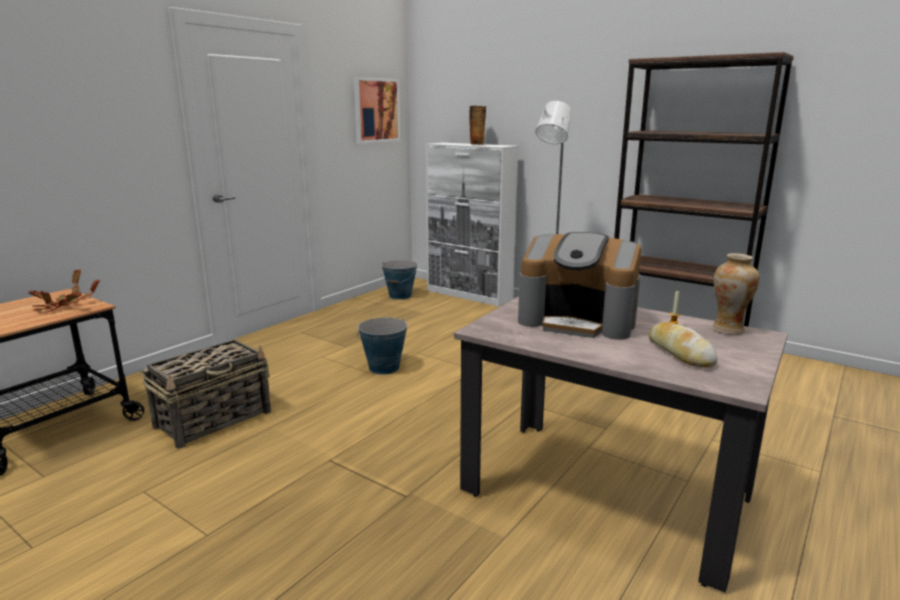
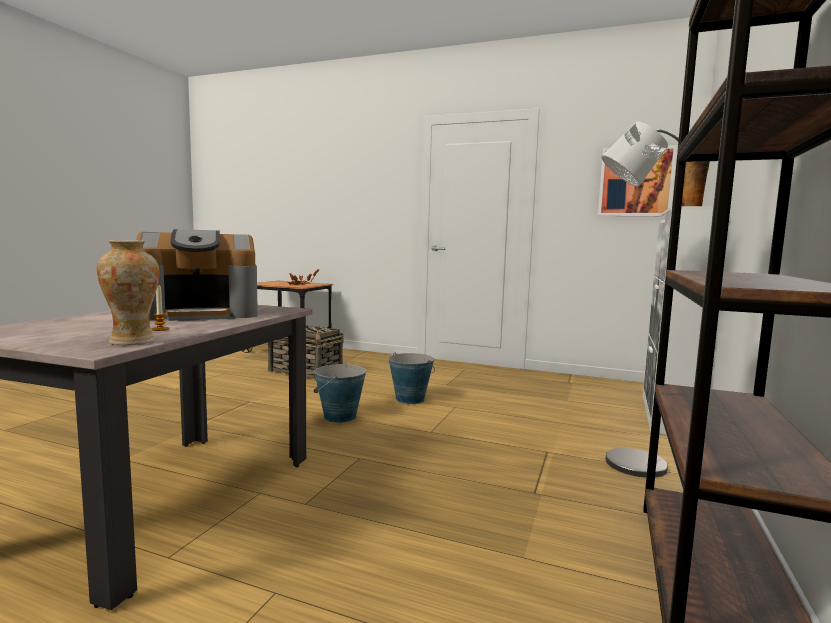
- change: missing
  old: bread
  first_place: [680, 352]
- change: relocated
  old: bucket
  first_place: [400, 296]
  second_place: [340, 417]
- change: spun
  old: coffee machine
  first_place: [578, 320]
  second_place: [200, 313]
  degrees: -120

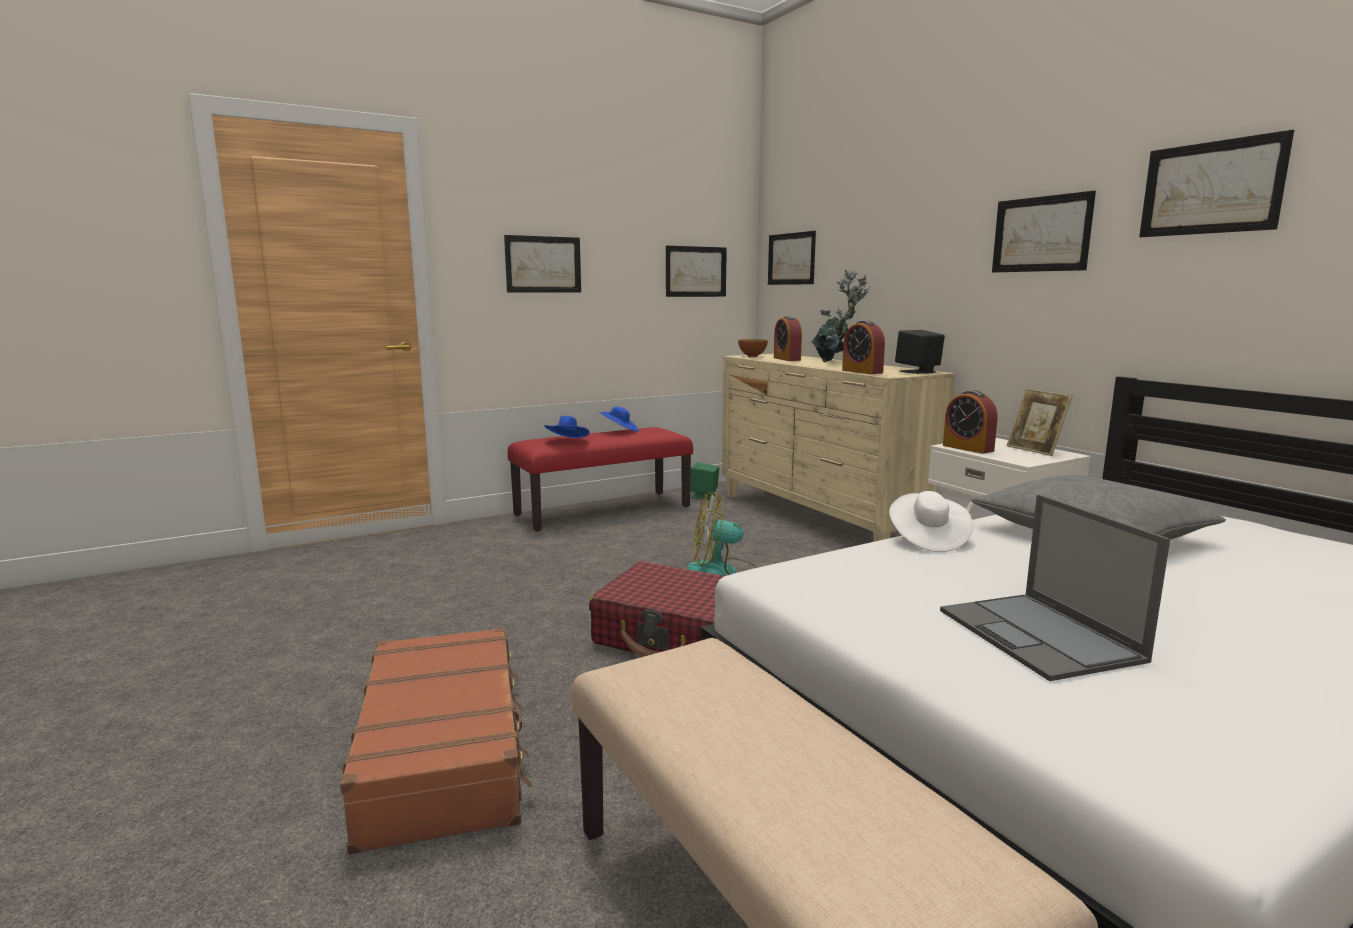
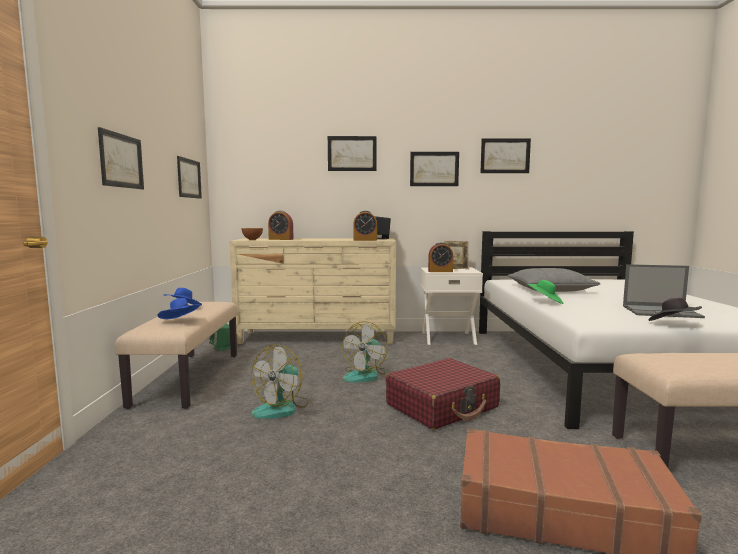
- change: missing
  old: potted plant
  first_place: [834, 362]
- change: appeared
  new: fan
  second_place: [282, 408]
- change: appeared
  new: black hat
  second_place: [673, 324]
- change: relocated
  old: picture
  first_place: [791, 259]
  second_place: [352, 153]
- change: colour
  old: red bench
  new: beige bench
  first_place: [603, 510]
  second_place: [188, 378]
- change: colour
  old: white hat
  new: green hat
  first_place: [927, 539]
  second_place: [545, 302]

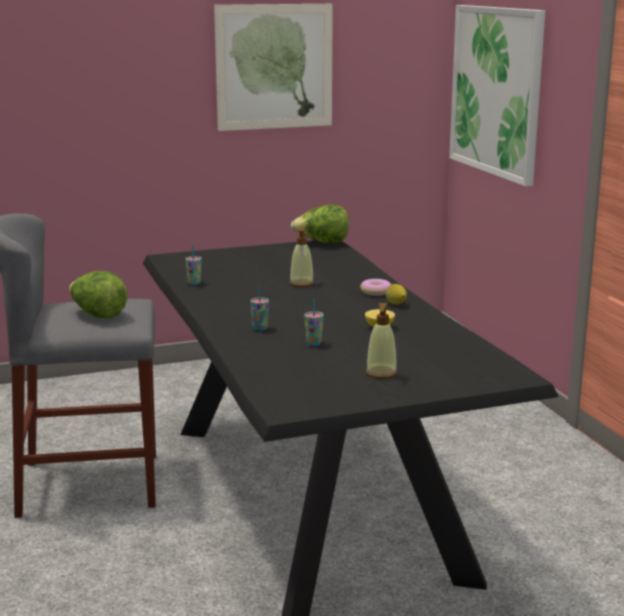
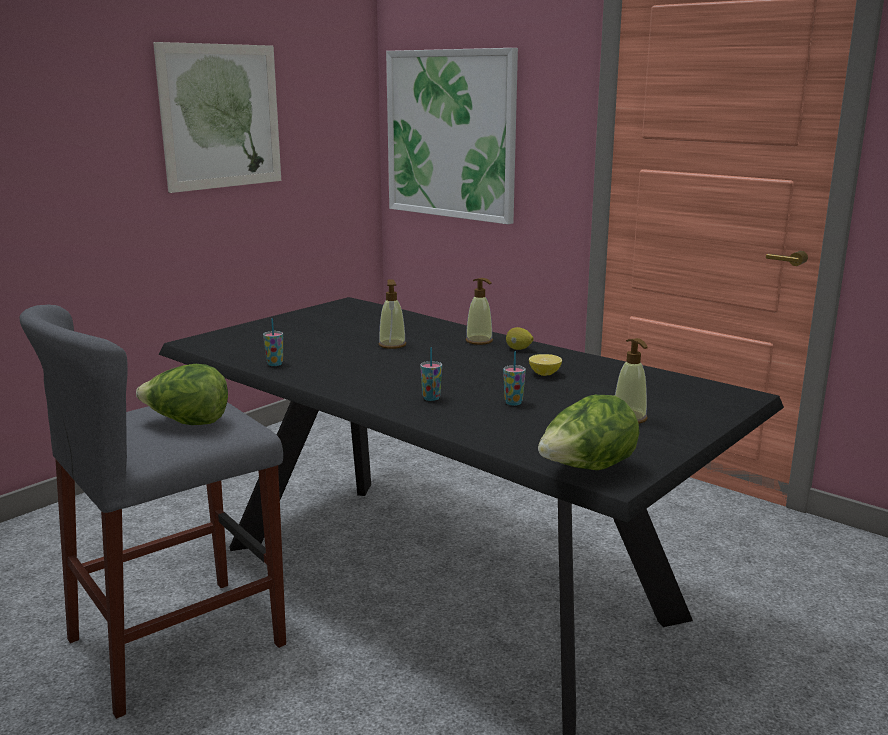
- change: relocated
  old: lettuce
  first_place: [322, 243]
  second_place: [586, 470]
- change: exchanged
  old: donut
  new: soap dispenser
  first_place: [376, 292]
  second_place: [479, 341]

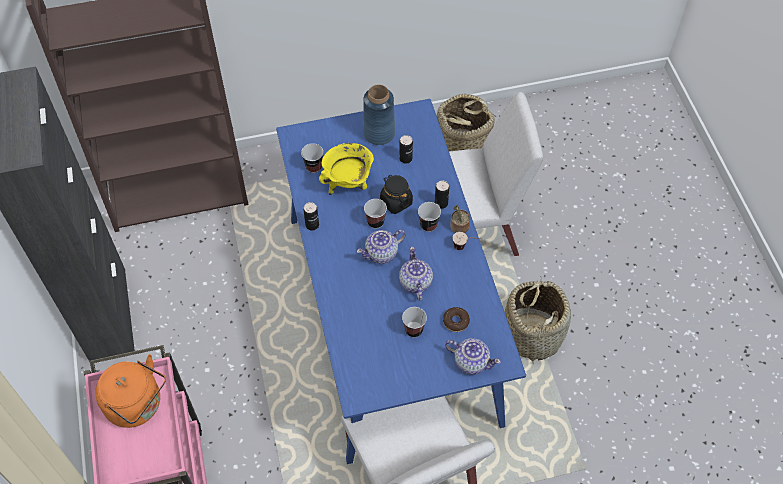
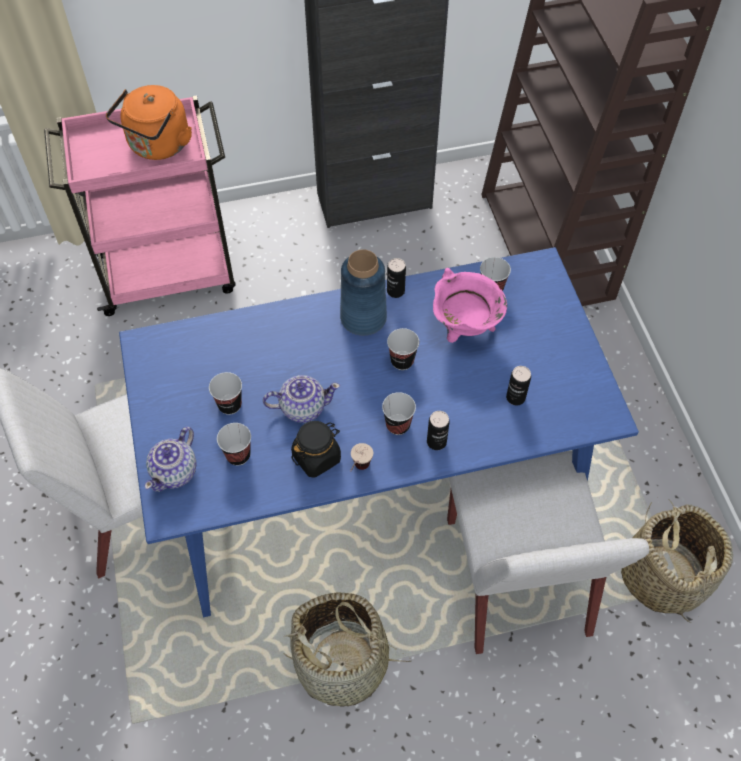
- change: missing
  old: teapot
  first_place: [382, 253]
- change: missing
  old: potted plant
  first_place: [458, 227]
- change: relocated
  old: blue vase
  first_place: [379, 133]
  second_place: [363, 318]
- change: relocated
  old: black jar
  first_place: [396, 202]
  second_place: [317, 457]
- change: exchanged
  old: donut
  new: cup
  first_place: [456, 321]
  second_place: [238, 455]
- change: colour
  old: yellow cooking pot
  new: pink cooking pot
  first_place: [348, 184]
  second_place: [464, 329]

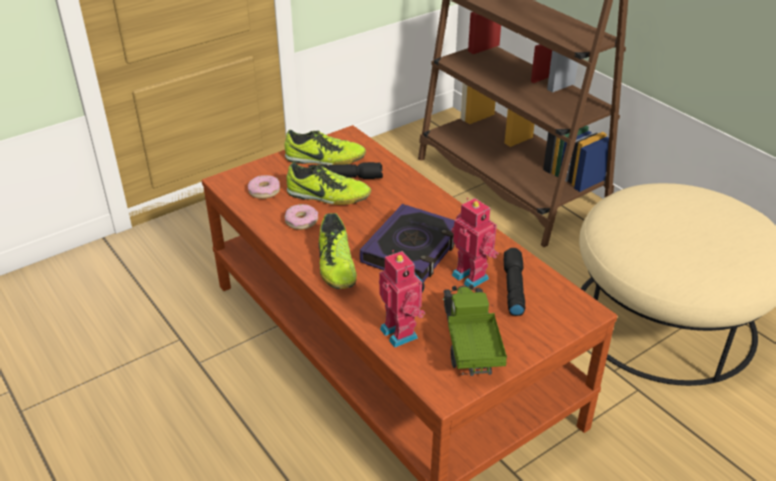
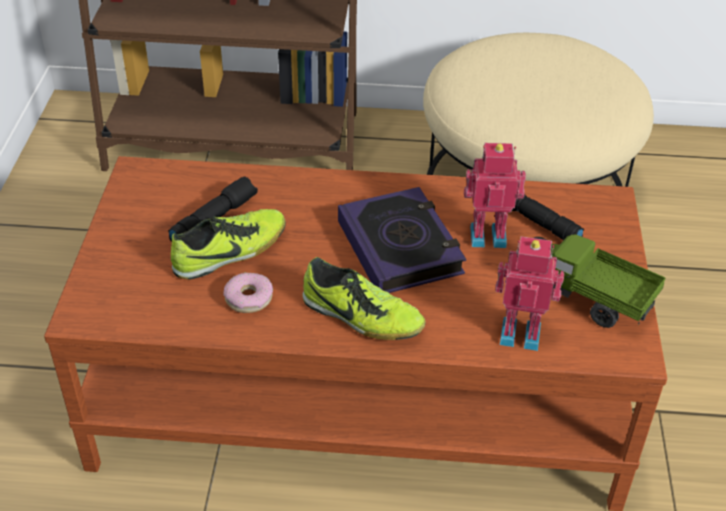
- change: missing
  old: donut
  first_place: [264, 191]
- change: missing
  old: shoe
  first_place: [325, 160]

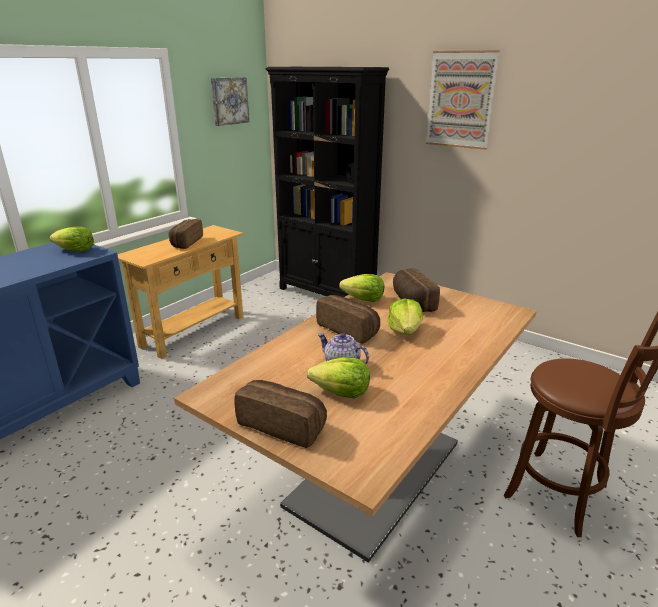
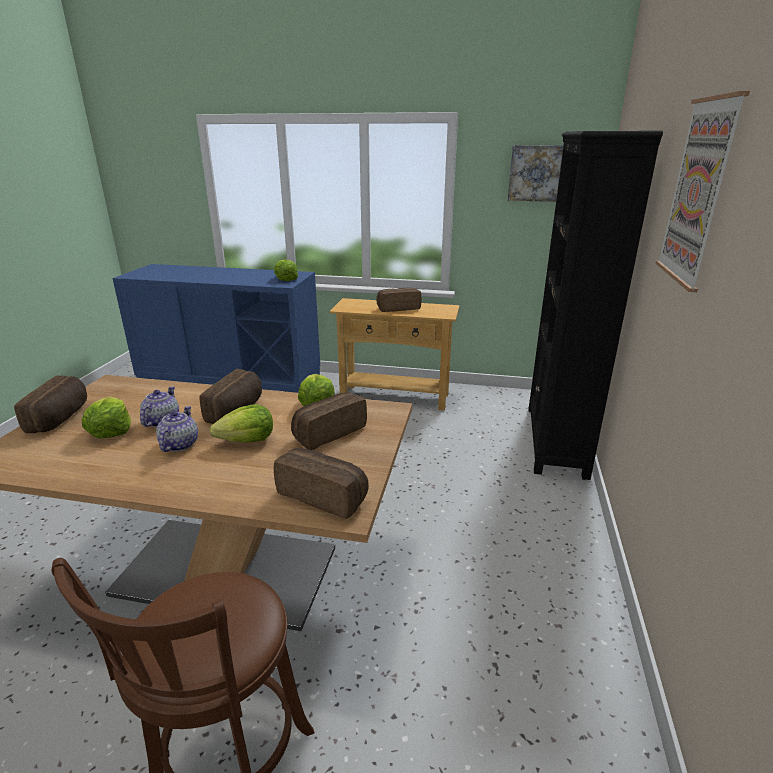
- change: appeared
  new: teapot
  second_place: [179, 444]
- change: appeared
  new: bread
  second_place: [324, 495]

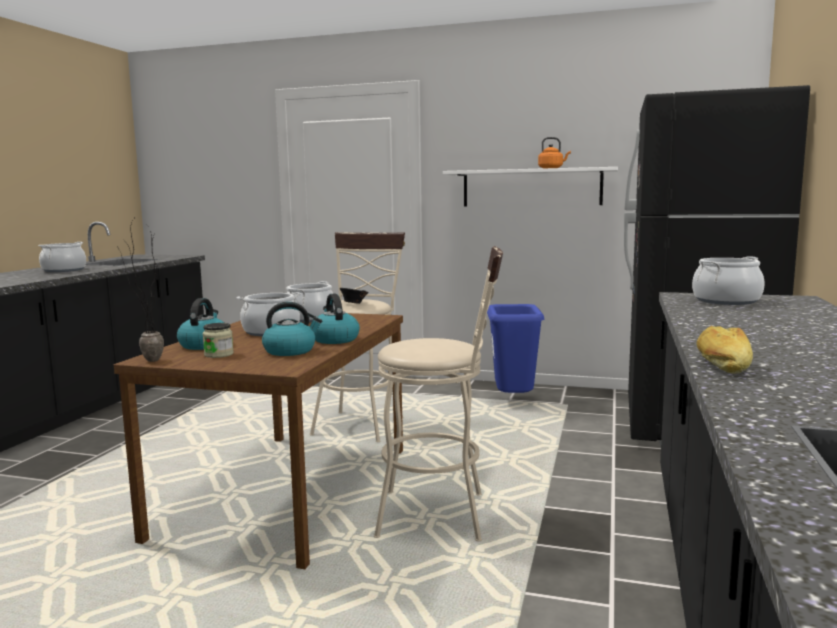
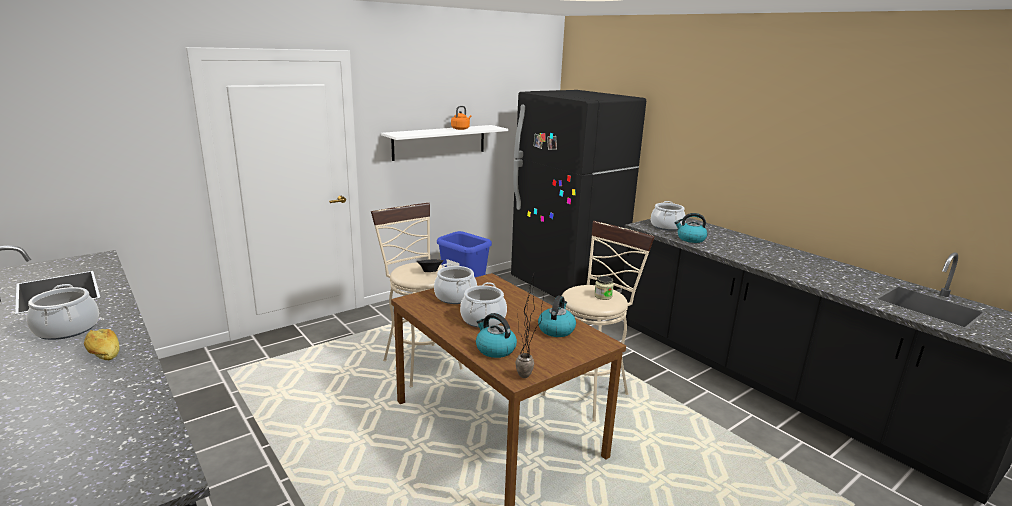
- change: relocated
  old: jar
  first_place: [219, 354]
  second_place: [603, 296]
- change: relocated
  old: kettle
  first_place: [334, 339]
  second_place: [690, 239]
- change: relocated
  old: bread
  first_place: [721, 365]
  second_place: [103, 352]

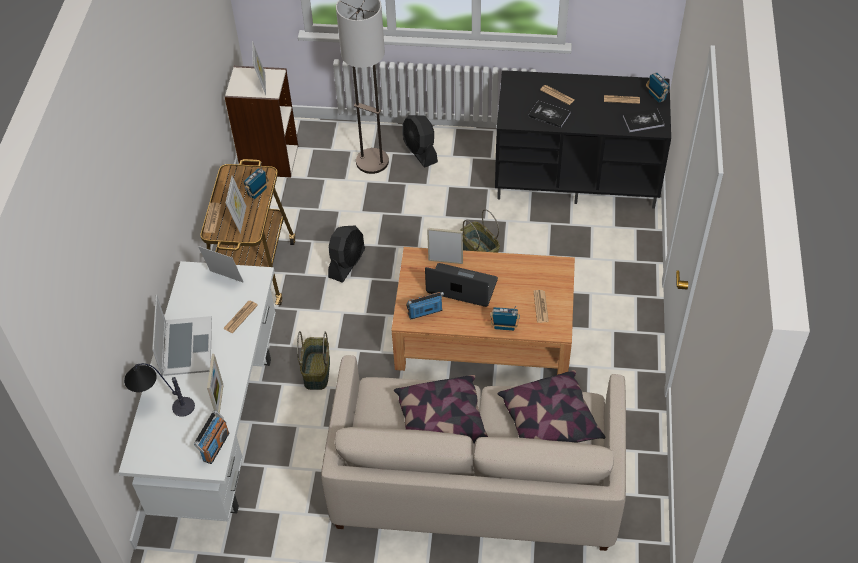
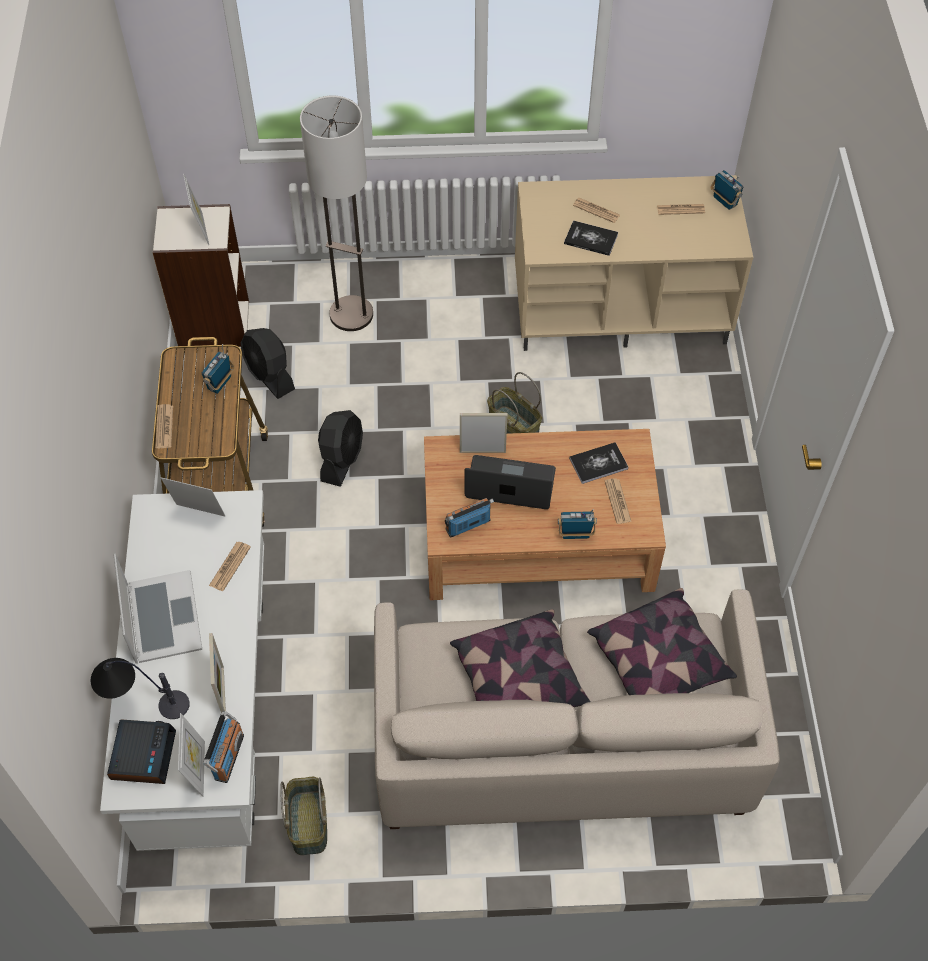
- change: appeared
  new: alarm clock
  second_place: [142, 754]
- change: relocated
  old: picture frame
  first_place: [239, 219]
  second_place: [197, 769]
- change: relocated
  old: basket
  first_place: [316, 371]
  second_place: [307, 822]
- change: relocated
  old: black fan
  first_place: [420, 151]
  second_place: [269, 375]
- change: relocated
  old: book
  first_place: [643, 121]
  second_place: [598, 463]
- change: colour
  old: black tv stand
  new: beige tv stand
  first_place: [578, 175]
  second_place: [621, 308]

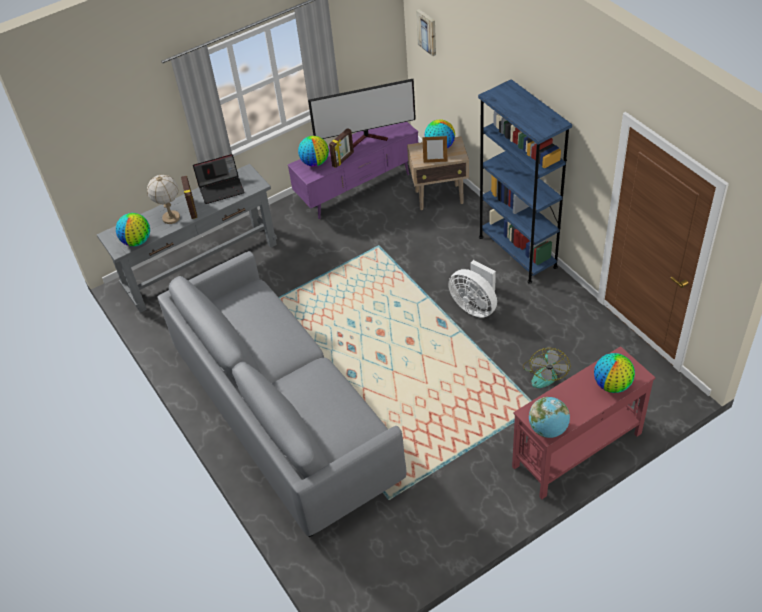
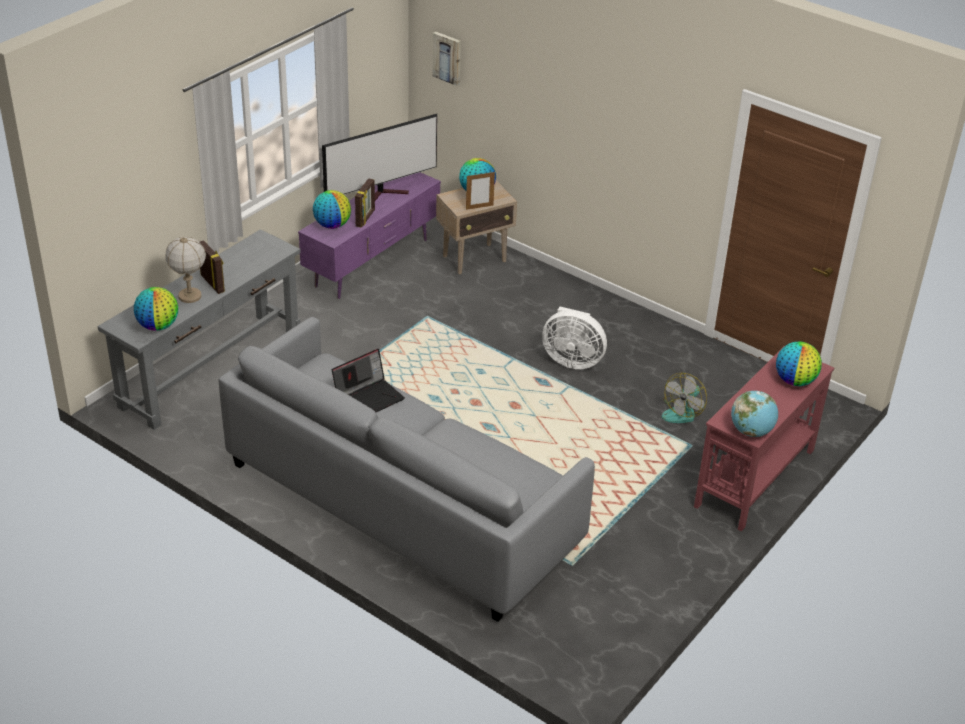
- change: missing
  old: blue bookcase
  first_place: [517, 252]
- change: relocated
  old: laptop
  first_place: [221, 188]
  second_place: [369, 398]
- change: spun
  old: fan
  first_place: [544, 373]
  second_place: [683, 412]
  degrees: 45

